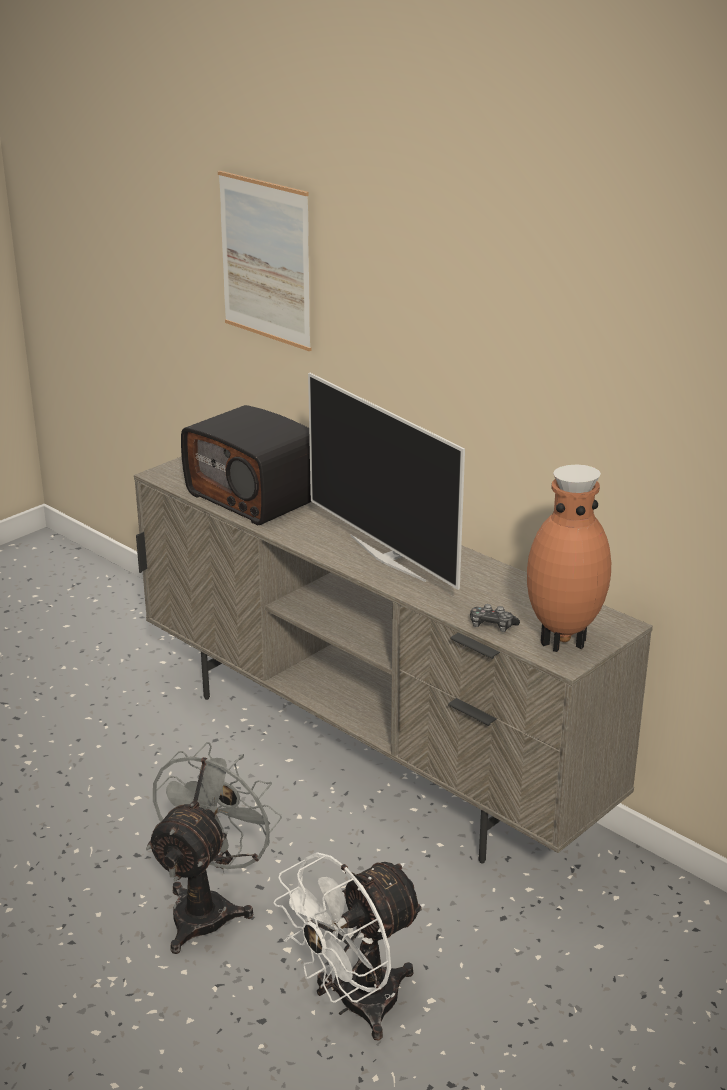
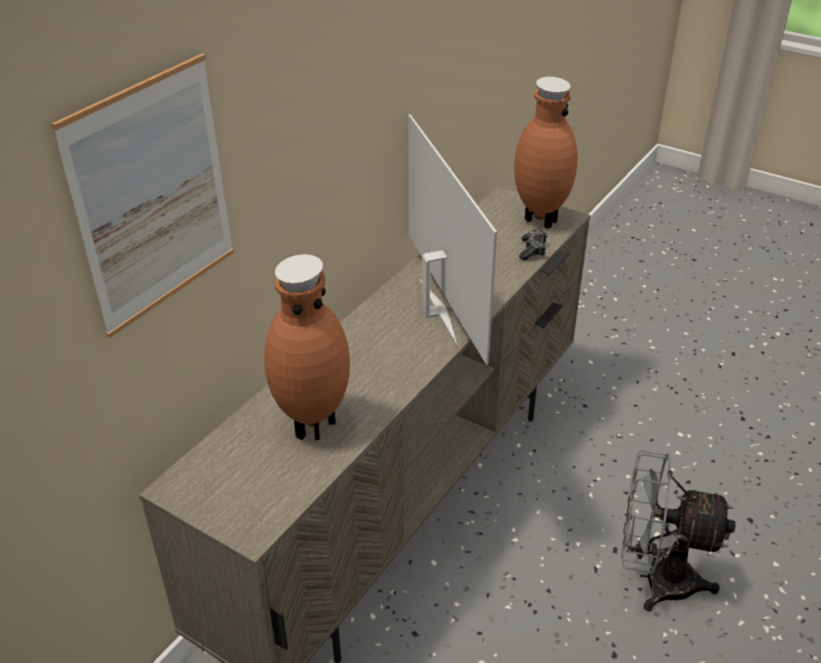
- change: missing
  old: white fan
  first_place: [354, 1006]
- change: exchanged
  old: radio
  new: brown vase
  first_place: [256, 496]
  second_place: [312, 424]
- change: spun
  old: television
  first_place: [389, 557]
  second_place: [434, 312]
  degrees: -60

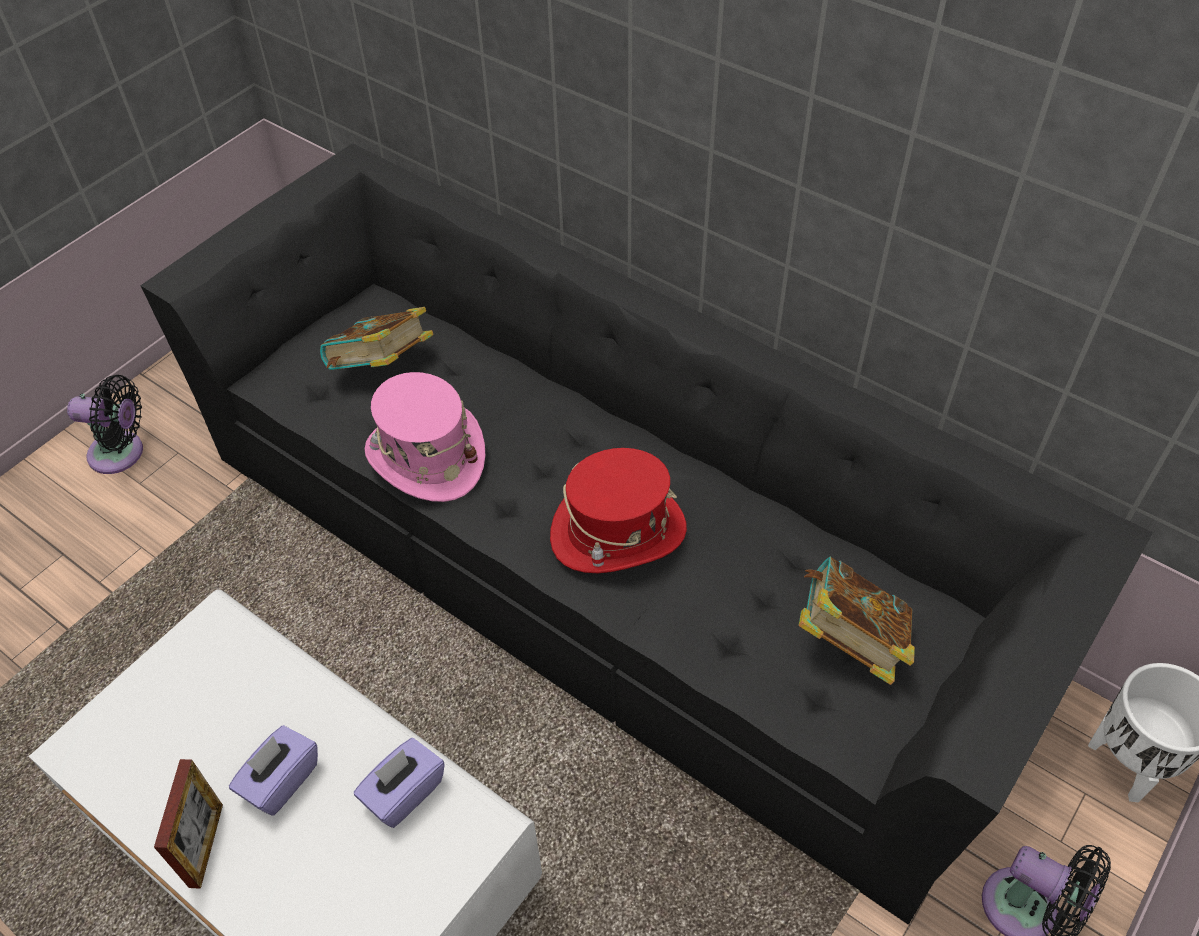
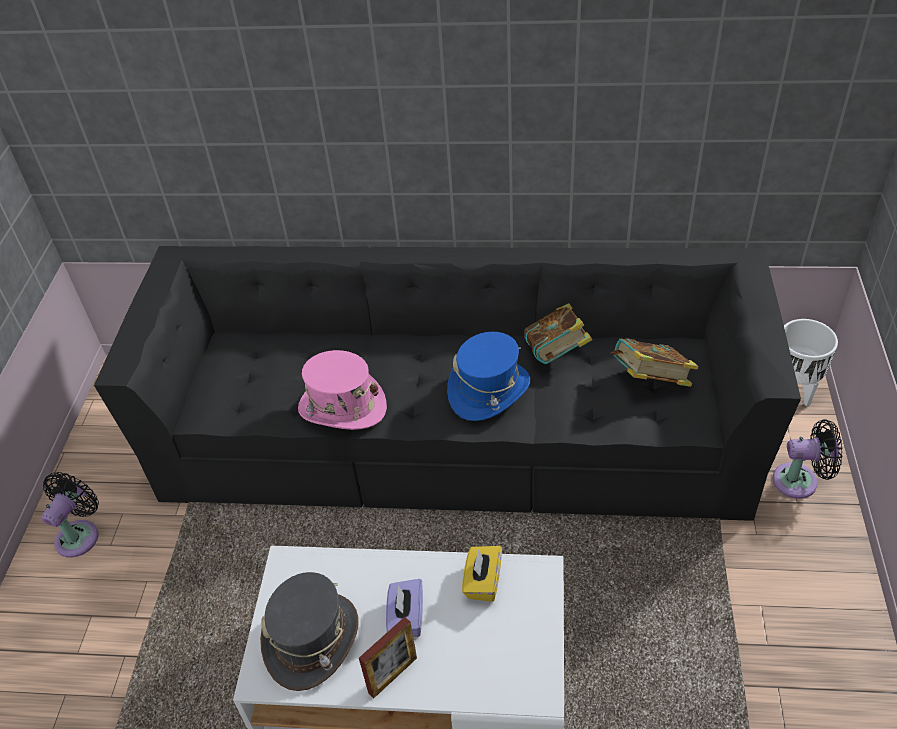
- change: appeared
  new: grey hat
  second_place: [312, 640]
- change: relocated
  old: book
  first_place: [382, 368]
  second_place: [556, 353]
- change: colour
  old: purple tissue box
  new: yellow tissue box
  first_place: [403, 792]
  second_place: [482, 582]
- change: colour
  old: red hat
  new: blue hat
  first_place: [618, 533]
  second_place: [489, 390]
- change: spun
  old: black fan
  first_place: [121, 453]
  second_place: [80, 534]
  degrees: -45
- change: spun
  old: picture frame
  first_place: [206, 845]
  second_place: [392, 675]
  degrees: 75

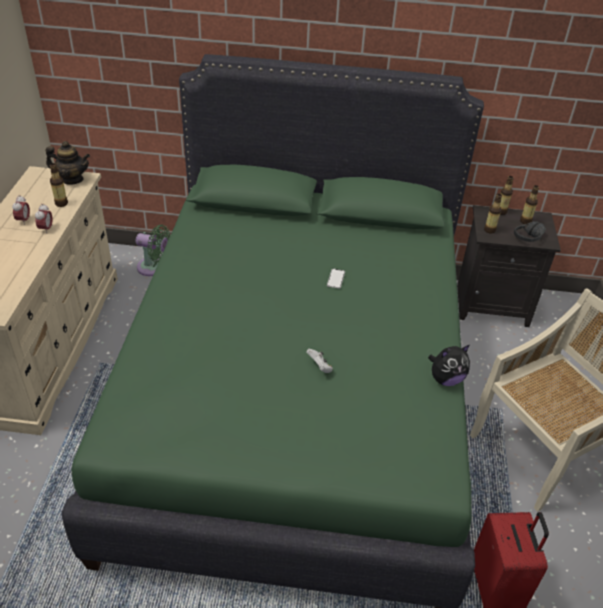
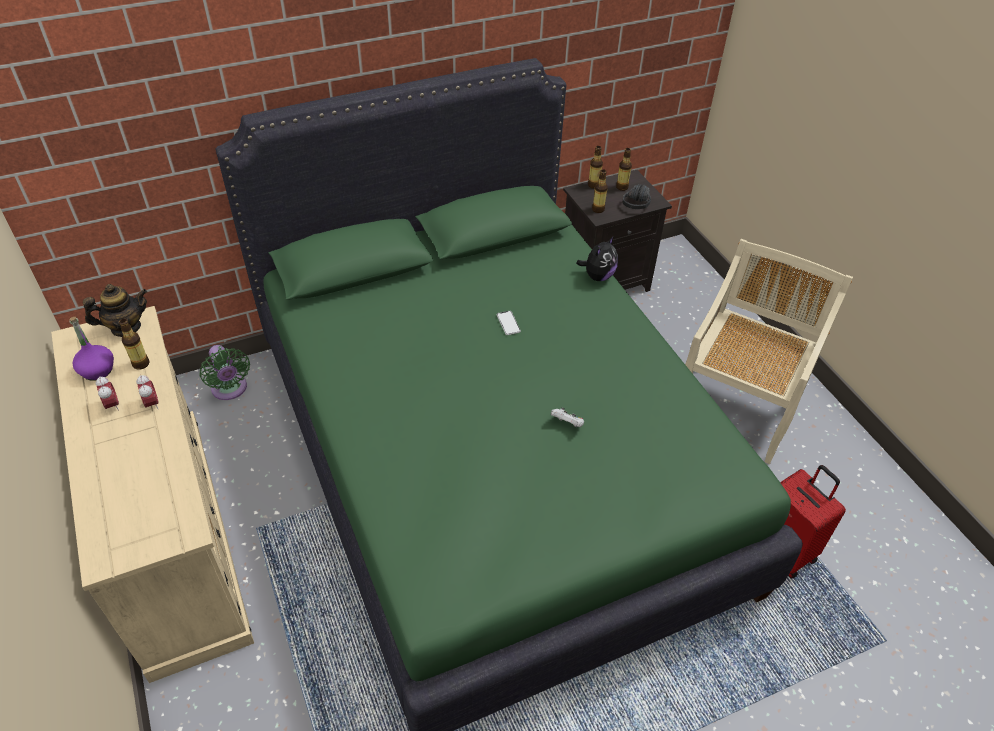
- change: appeared
  new: purple bottle
  second_place: [97, 370]
- change: relocated
  old: plush toy
  first_place: [446, 379]
  second_place: [598, 276]
- change: spun
  old: green fan
  first_place: [154, 268]
  second_place: [230, 389]
  degrees: 75

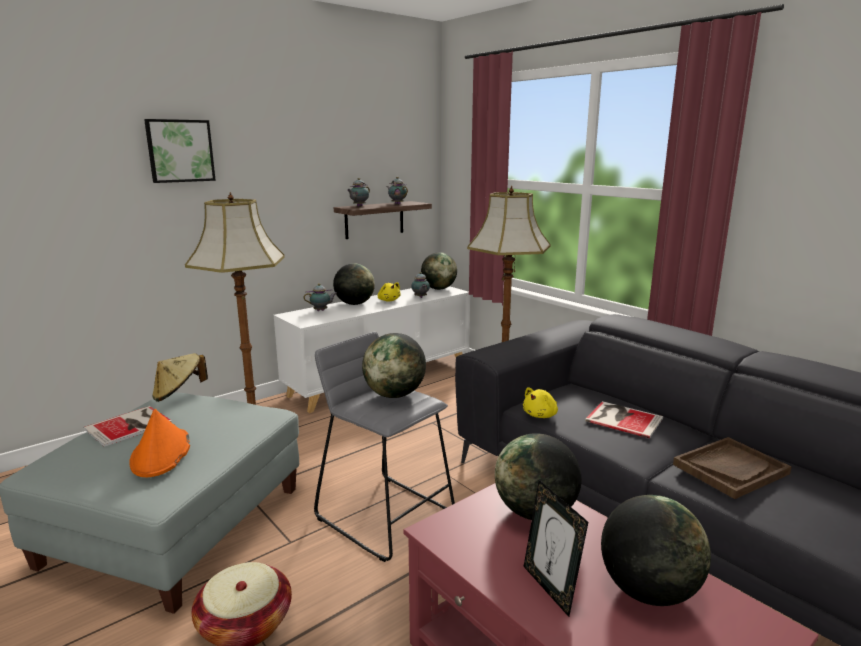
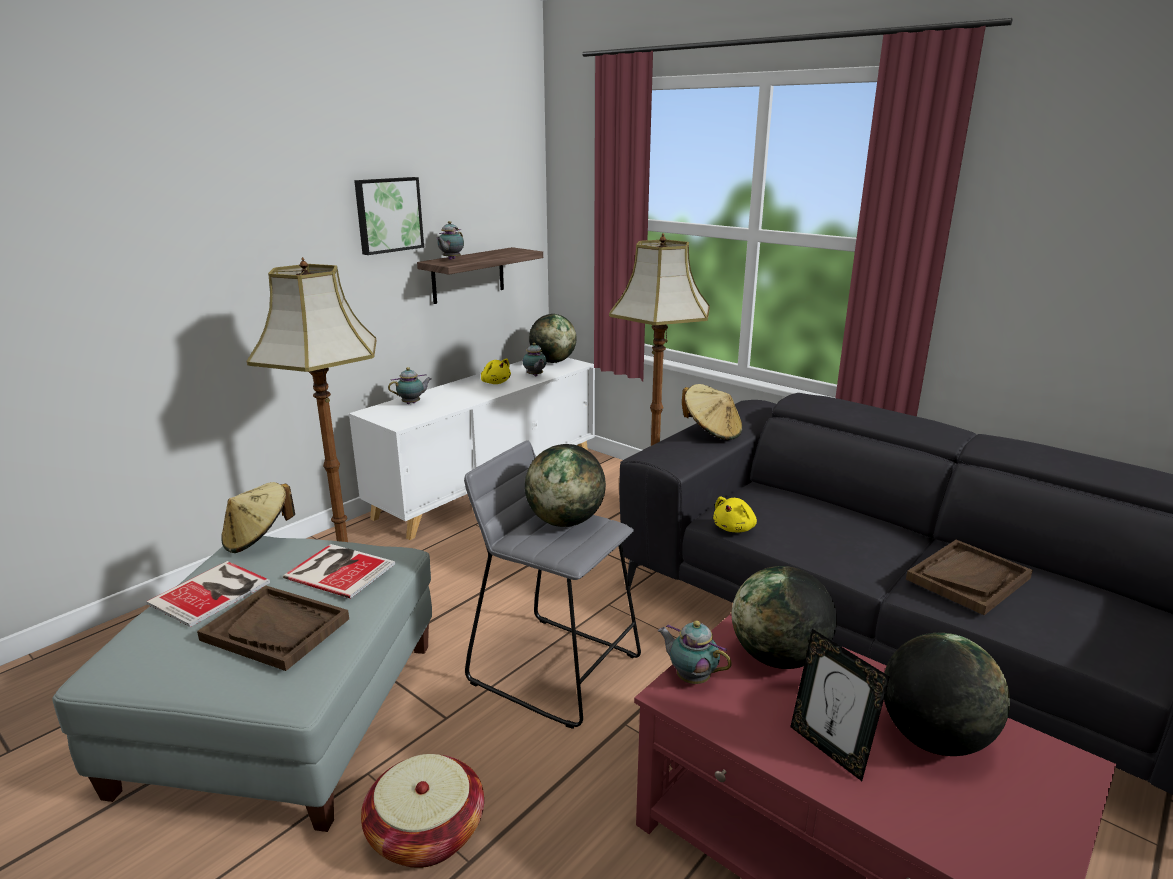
- change: missing
  old: globe
  first_place: [354, 304]
- change: appeared
  new: beige hat
  second_place: [711, 432]
- change: relocated
  old: picture
  first_place: [180, 151]
  second_place: [388, 215]
- change: relocated
  old: teapot
  first_place: [397, 204]
  second_place: [691, 677]
- change: relocated
  old: book
  first_place: [622, 418]
  second_place: [339, 569]
- change: exchanged
  old: orange hat
  new: brown tray
  first_place: [161, 454]
  second_place: [276, 629]

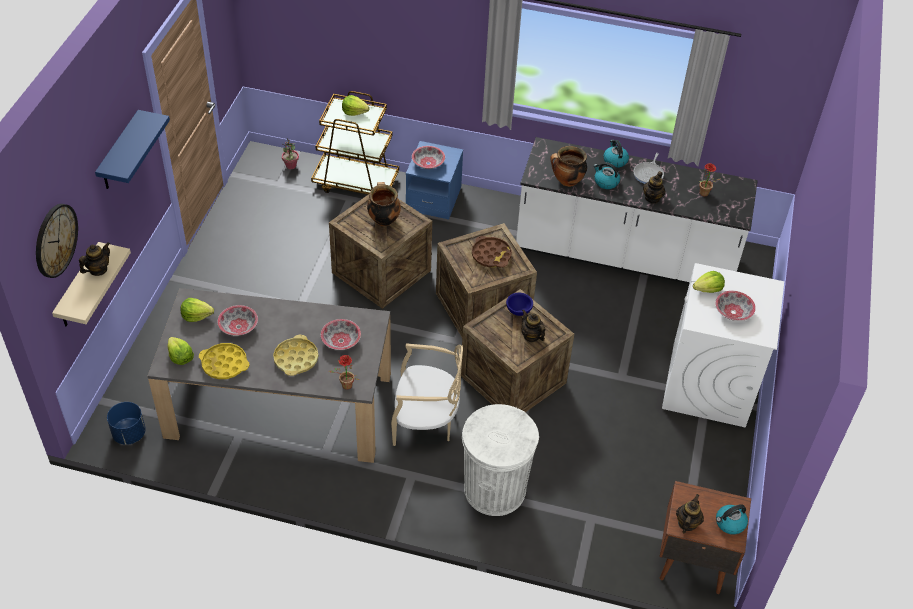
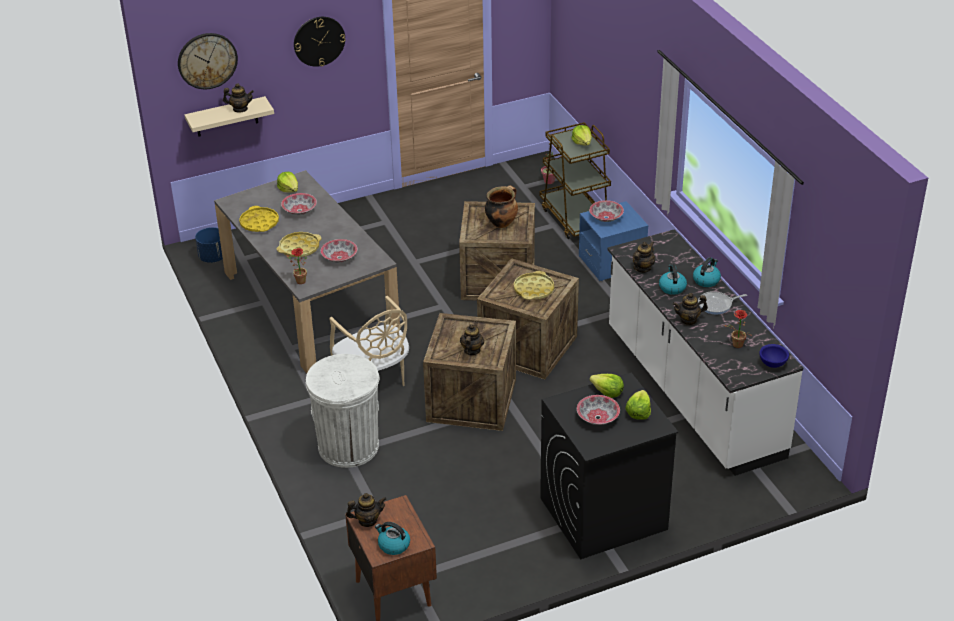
- change: relocated
  old: lettuce
  first_place: [180, 357]
  second_place: [638, 412]
- change: relocated
  old: blue bowl
  first_place: [518, 311]
  second_place: [772, 363]
- change: exchanged
  old: blue shelf
  new: wall clock
  first_place: [119, 152]
  second_place: [319, 41]
- change: exchanged
  old: cooking pot
  new: teapot
  first_place: [567, 181]
  second_place: [642, 268]
- change: colour
  old: brown tray
  new: yellow tray
  first_place: [491, 255]
  second_place: [534, 289]
- change: colour
  old: white washing machine
  new: black washing machine
  first_place: [709, 385]
  second_place: [602, 514]

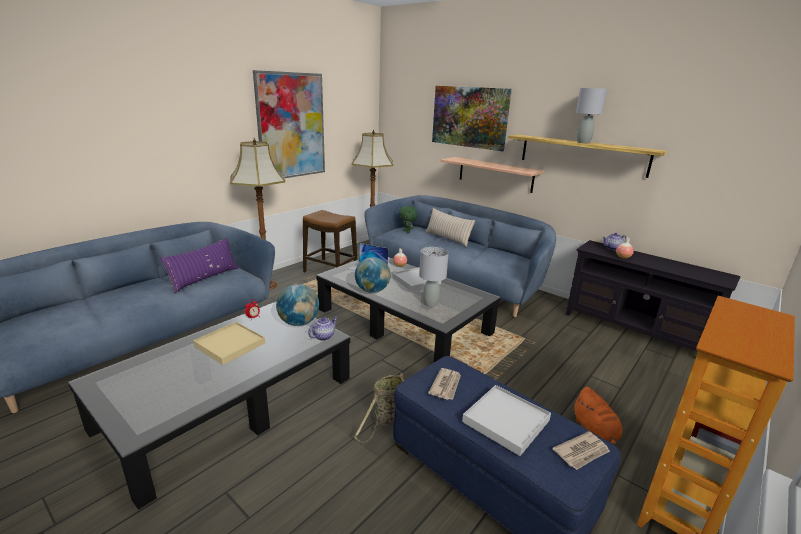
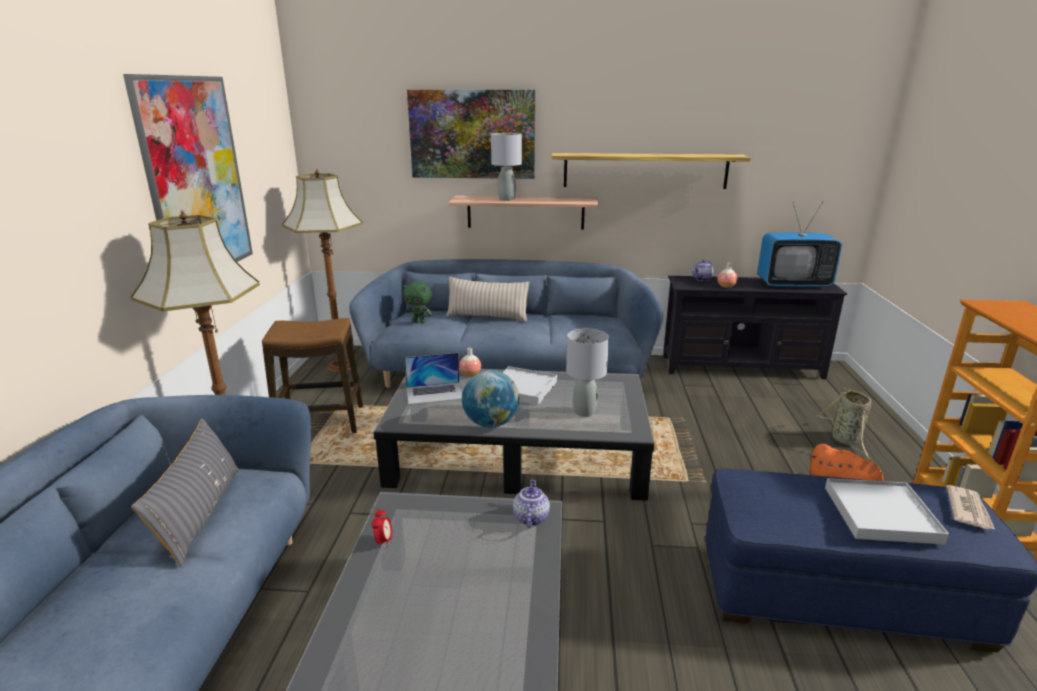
- change: missing
  old: beige tray
  first_place: [230, 345]
- change: missing
  old: globe
  first_place: [299, 323]
- change: missing
  old: newspaper
  first_place: [446, 385]
- change: appeared
  new: television
  second_place: [793, 284]
- change: relocated
  old: basket
  first_place: [386, 420]
  second_place: [846, 440]
- change: relocated
  old: grey table lamp
  first_place: [583, 142]
  second_place: [506, 199]
- change: colour
  old: purple pillow
  new: grey pillow
  first_place: [204, 278]
  second_place: [200, 514]

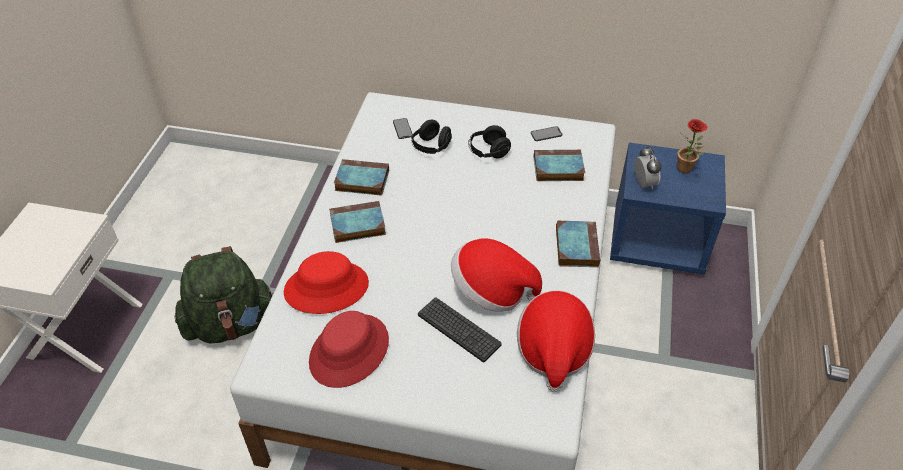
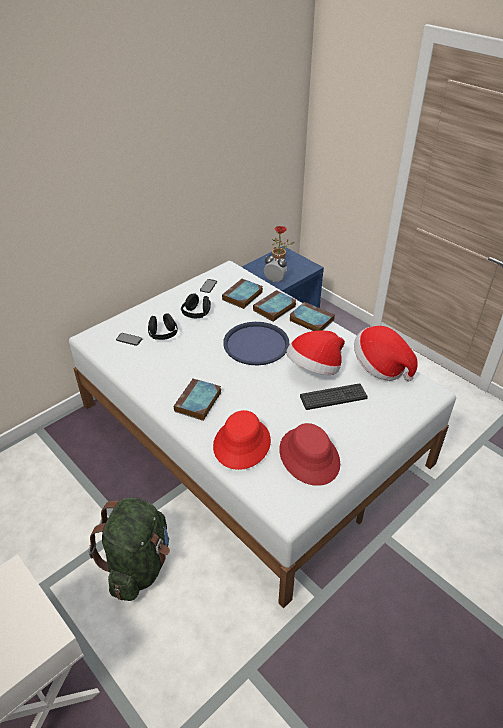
- change: appeared
  new: blue tray
  second_place: [256, 344]
- change: relocated
  old: book
  first_place: [360, 181]
  second_place: [274, 309]

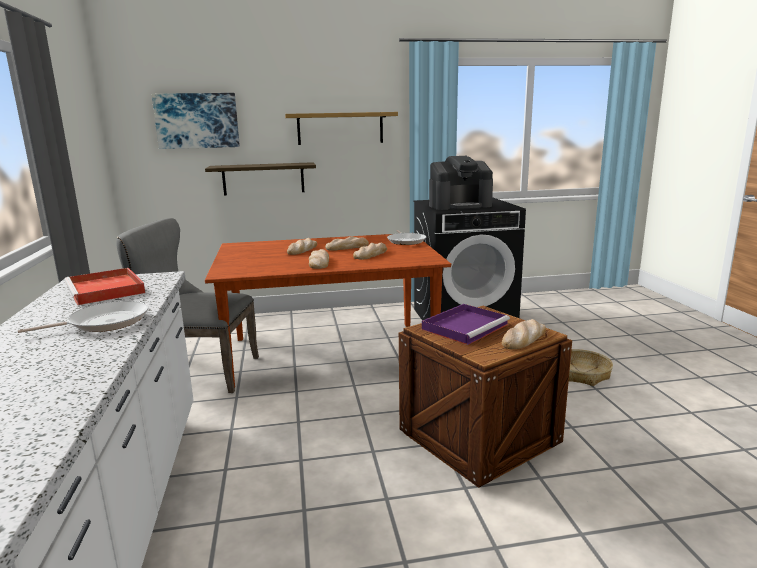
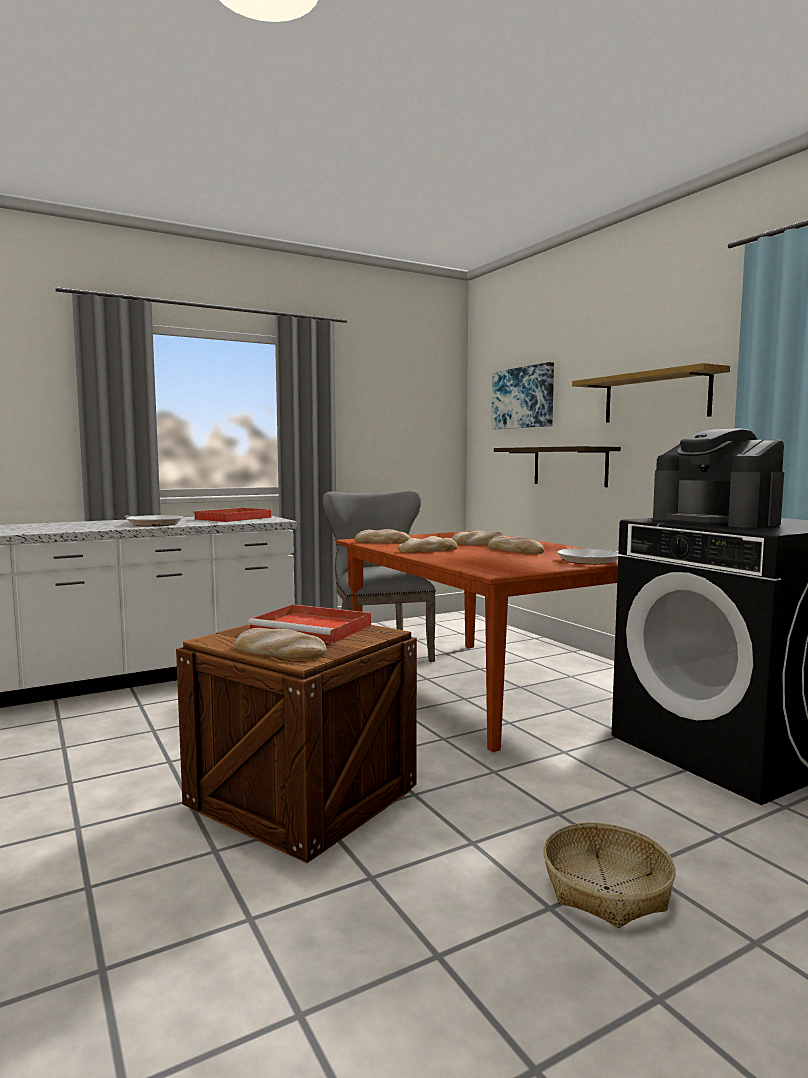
- change: relocated
  old: bread
  first_place: [370, 254]
  second_place: [383, 542]
- change: colour
  old: purple tray
  new: red tray
  first_place: [465, 326]
  second_place: [313, 629]

